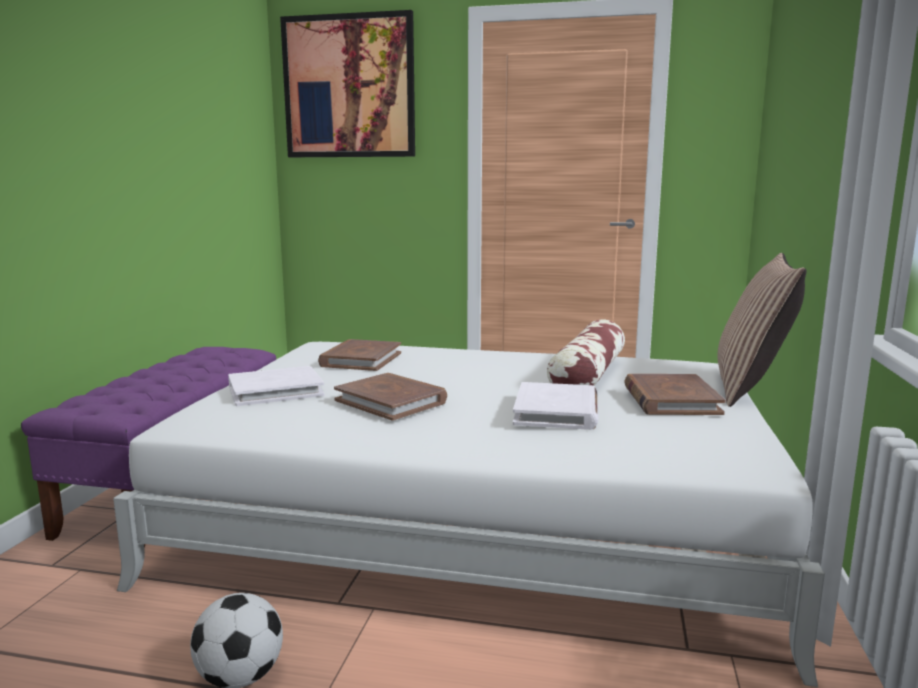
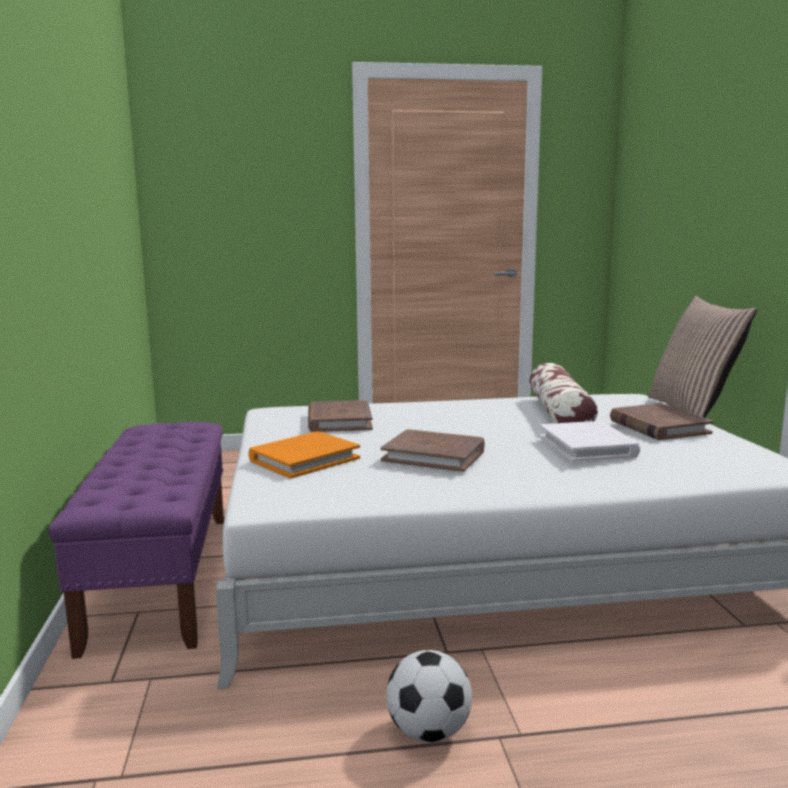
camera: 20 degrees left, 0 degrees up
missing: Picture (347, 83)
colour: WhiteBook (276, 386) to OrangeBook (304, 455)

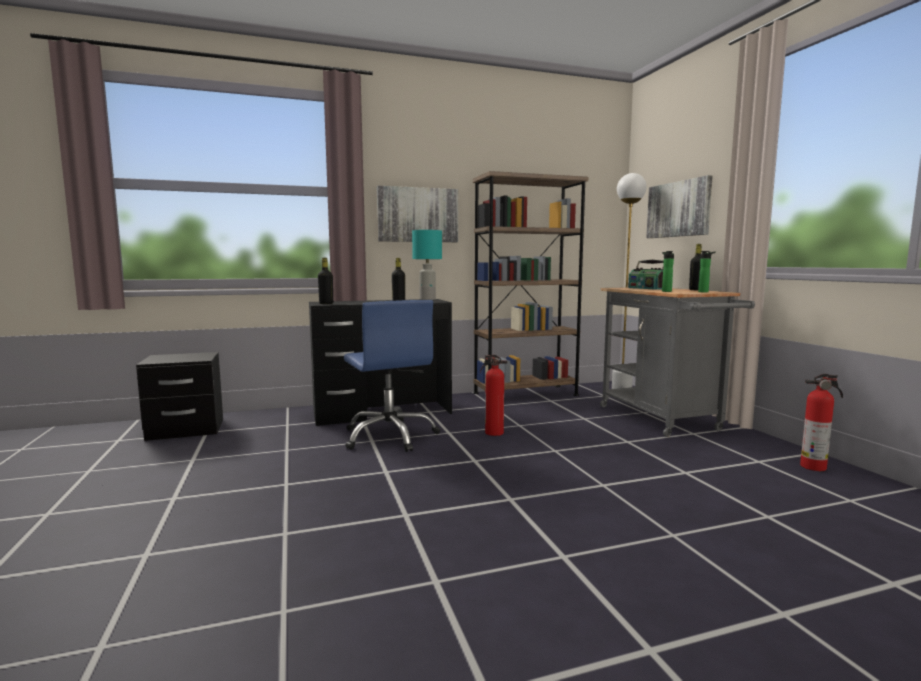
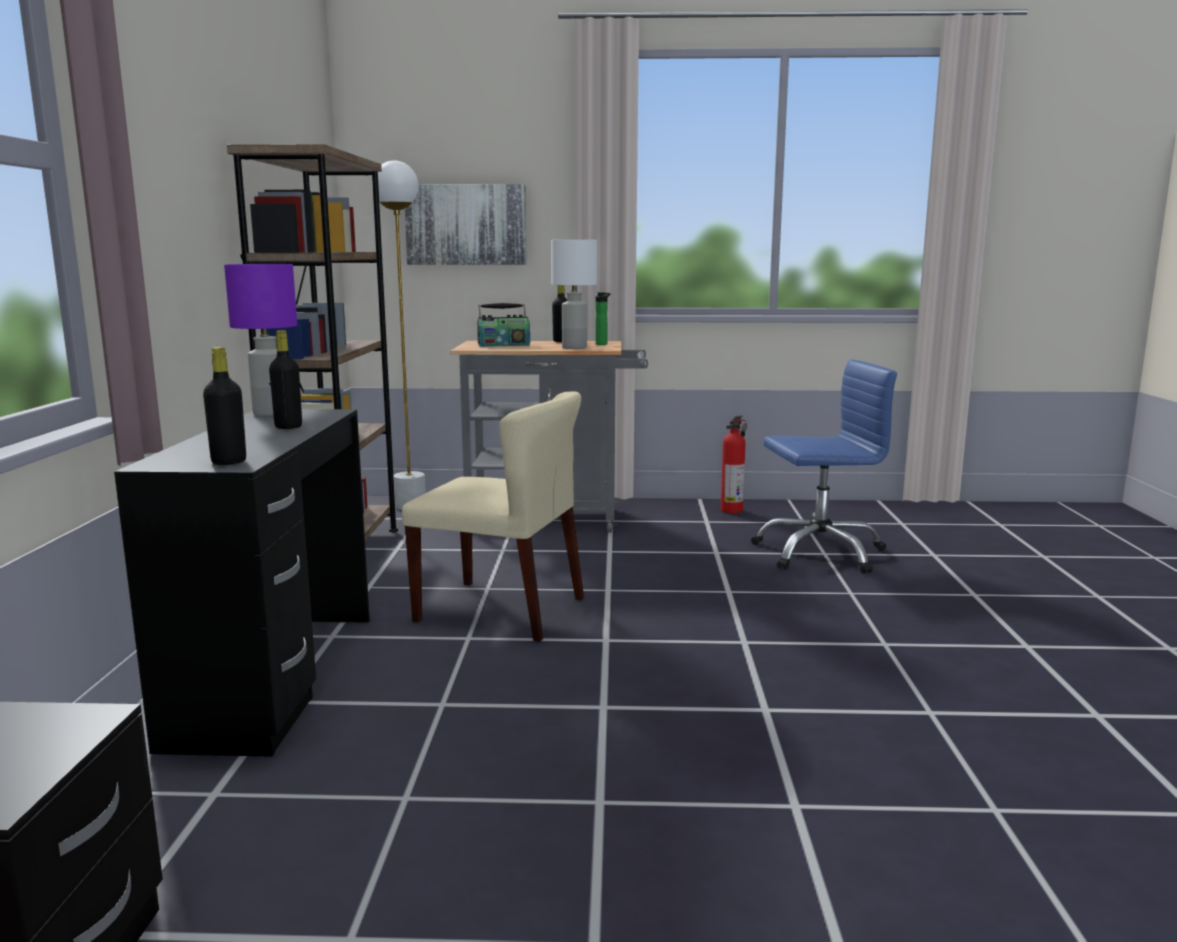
camera: 70 degrees left, 5 degrees up
missing: Picture (417, 214)
relocated: BlueOfficeChair (392, 376) to (824, 467)
exchanged: FireExtinguisher (493, 395) to BeigeChair (493, 516); Bottle (668, 271) to WhiteTableLamp (574, 294)
colour: TurquoiseTableLamp (427, 265) to PurpleTableLamp (260, 340)

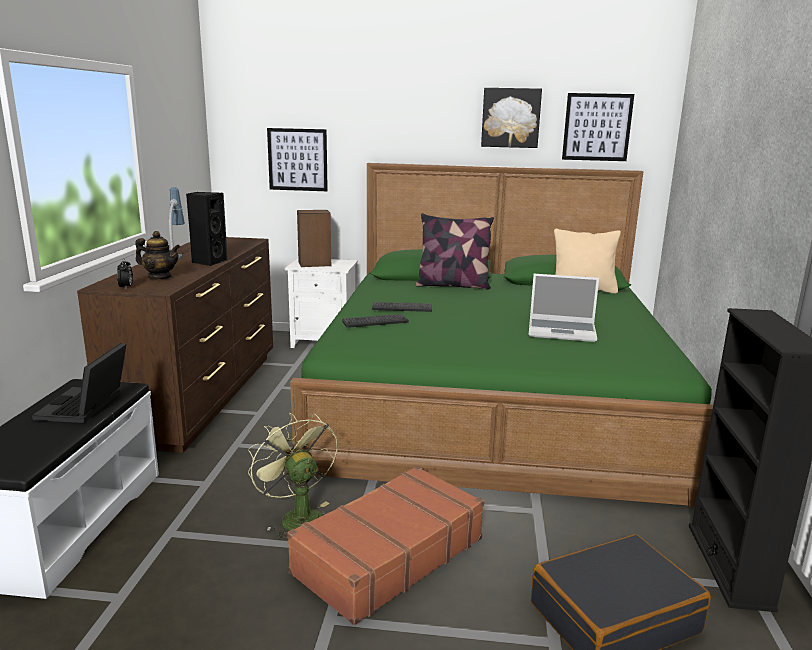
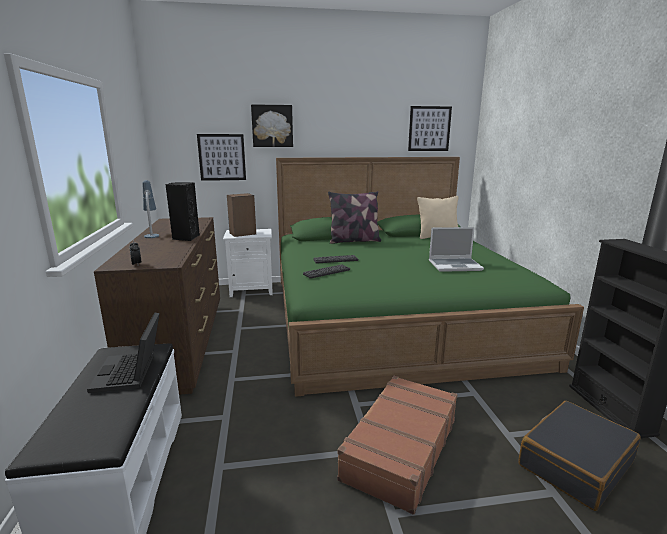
camera: 15 degrees left, 0 degrees up
missing: Teapot (158, 255); GreenFan (293, 476)
relocated: Picture (511, 118) to (272, 125)

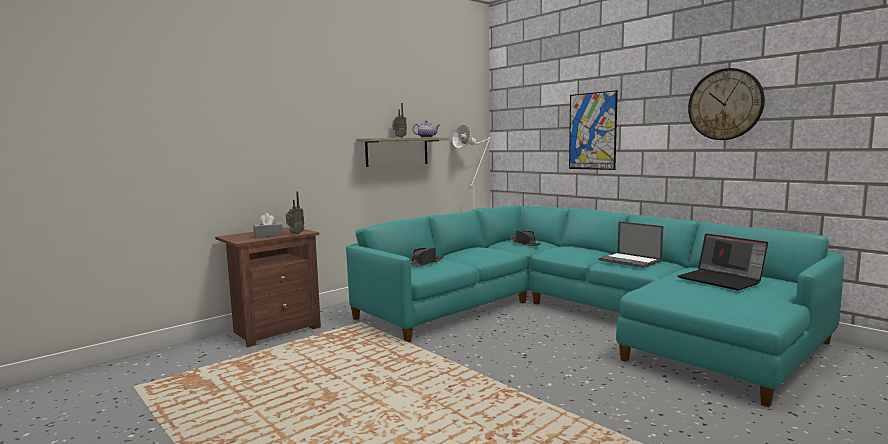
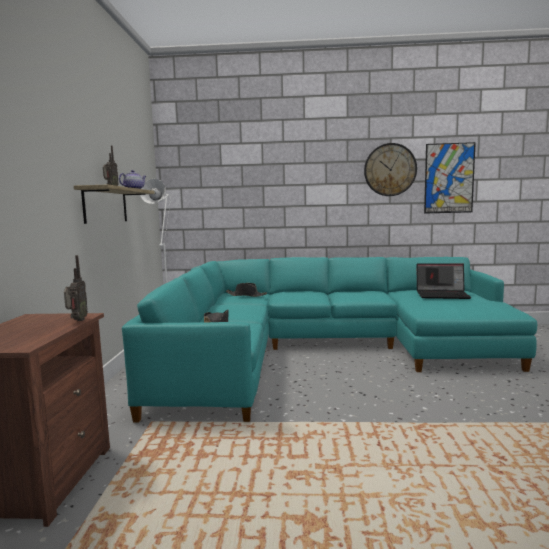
camera: 45 degrees left, 0 degrees up
missing: GreyTissueBox (268, 225); Laptop (631, 244)
relocated: Picture (593, 130) to (450, 178)

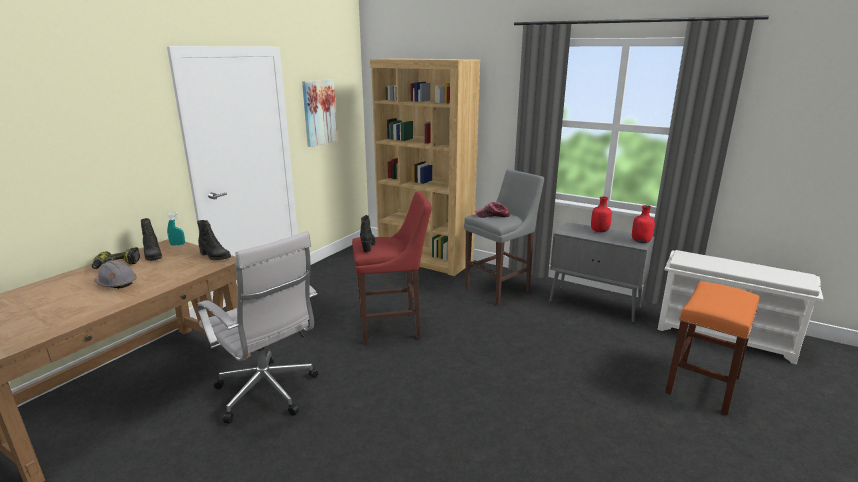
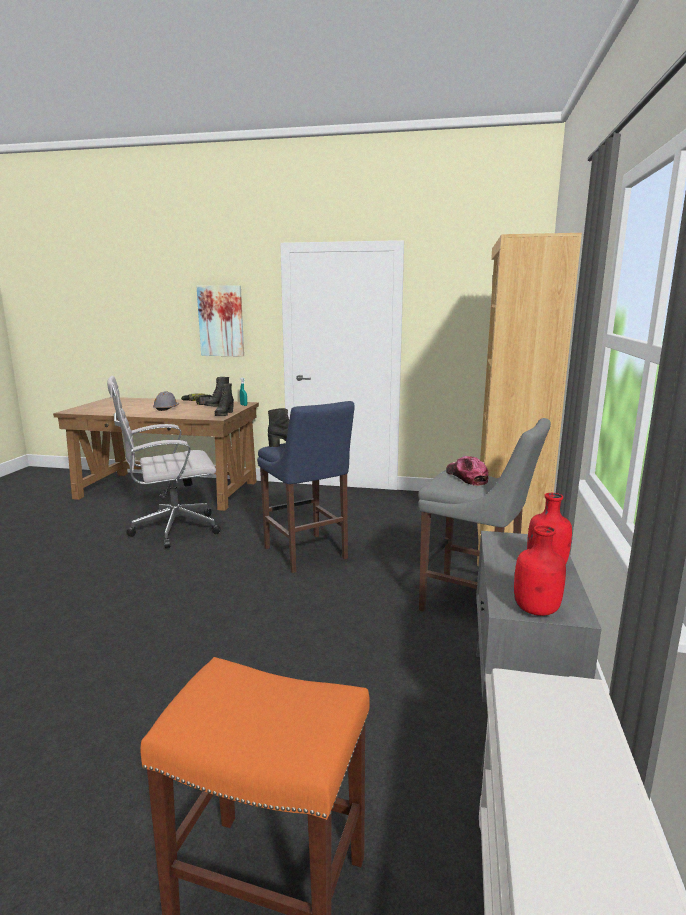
camera: 70 degrees right, 5 degrees down
relocated: Picture (320, 113) to (220, 321)
colour: RedStool (392, 268) to BlueStool (306, 487)
spun: WhiteOfficeChair (258, 327) = (164, 462) 45 degrees clockwise

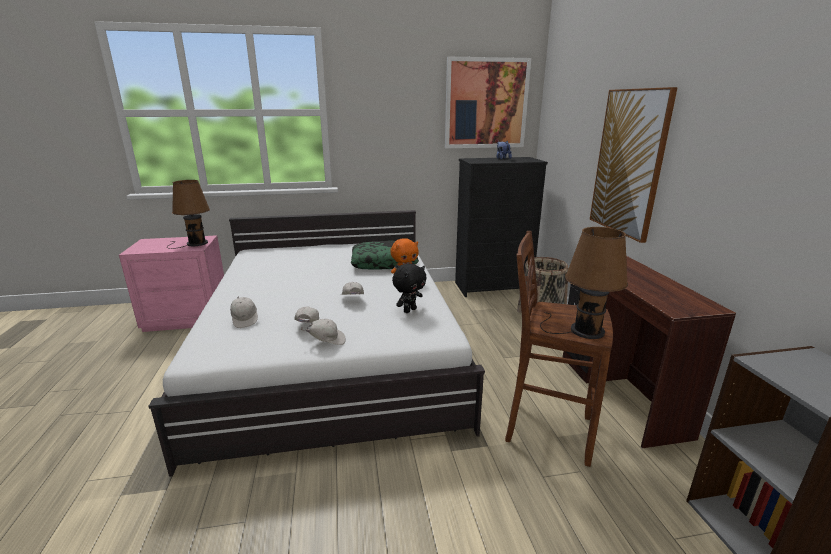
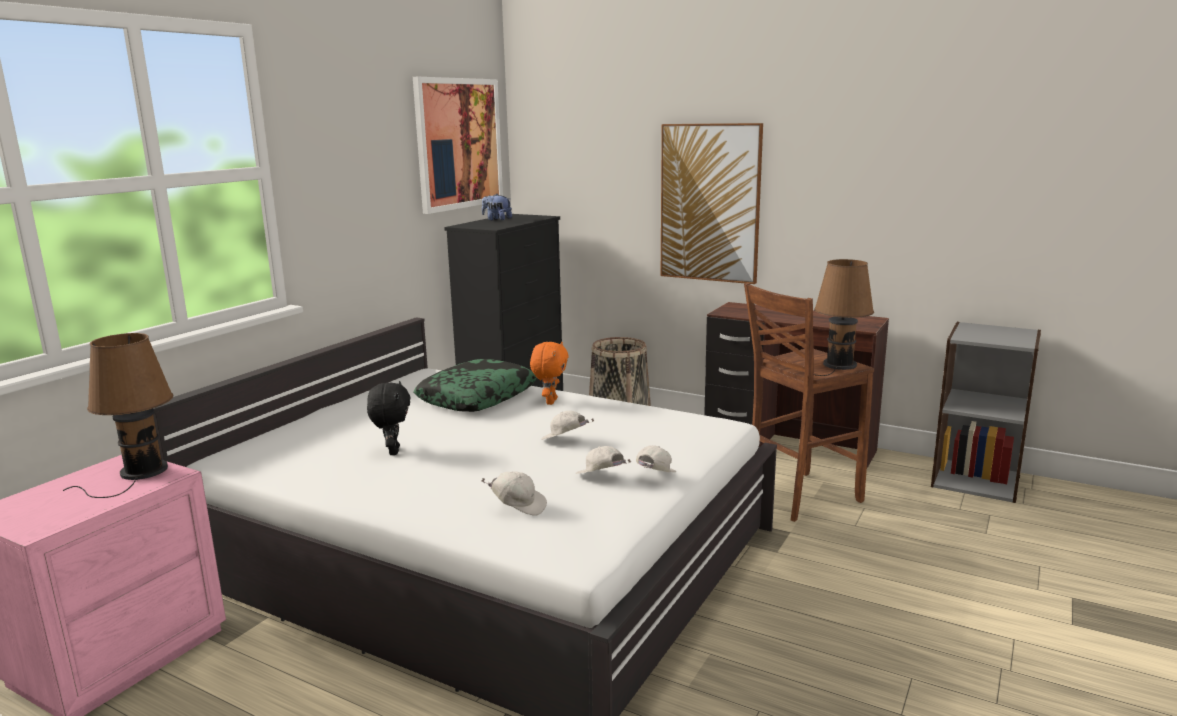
camera: 50 degrees left, 5 degrees down
relocated: BlackPlushToy (409, 288) to (389, 418)

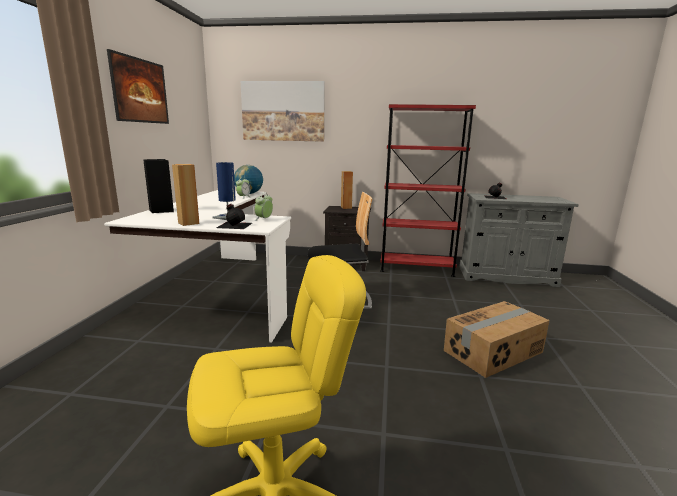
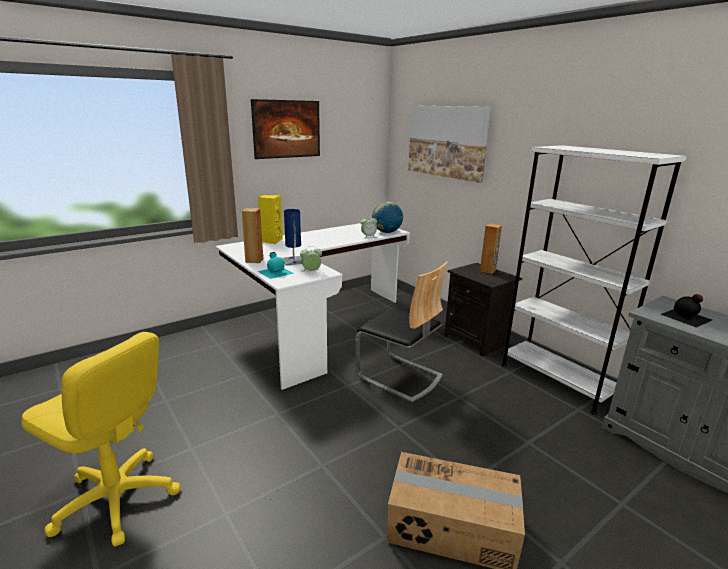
camera: 45 degrees right, 5 degrees up
colour: BlackBottle (234, 216) to TurquoiseBottle (275, 265); BlackSpeaker (158, 186) to YellowSpeaker (270, 219); RedBookcase (428, 190) to WhiteBookcase (594, 280)

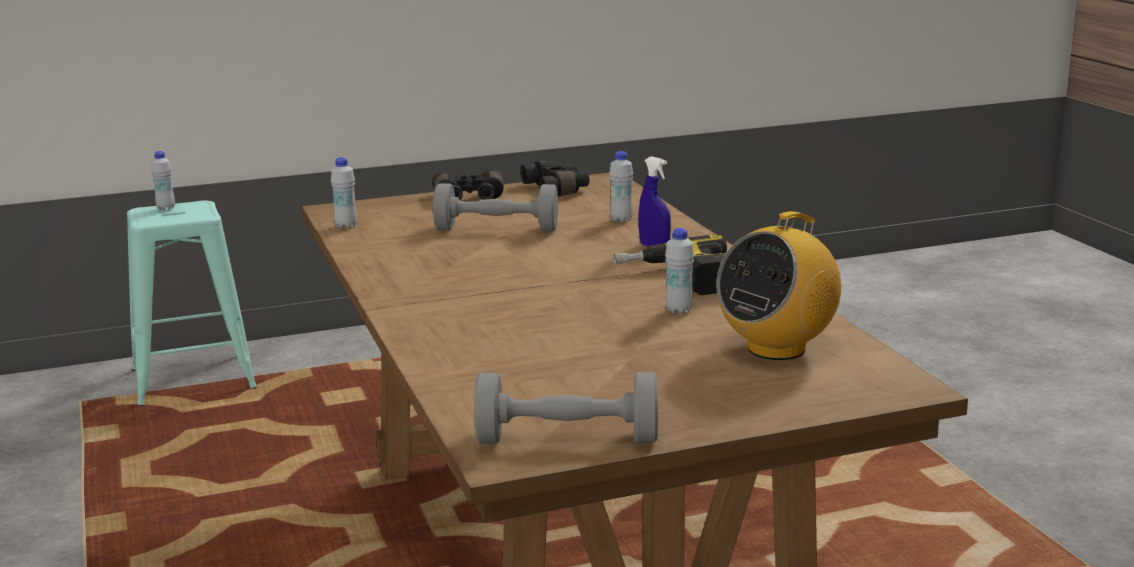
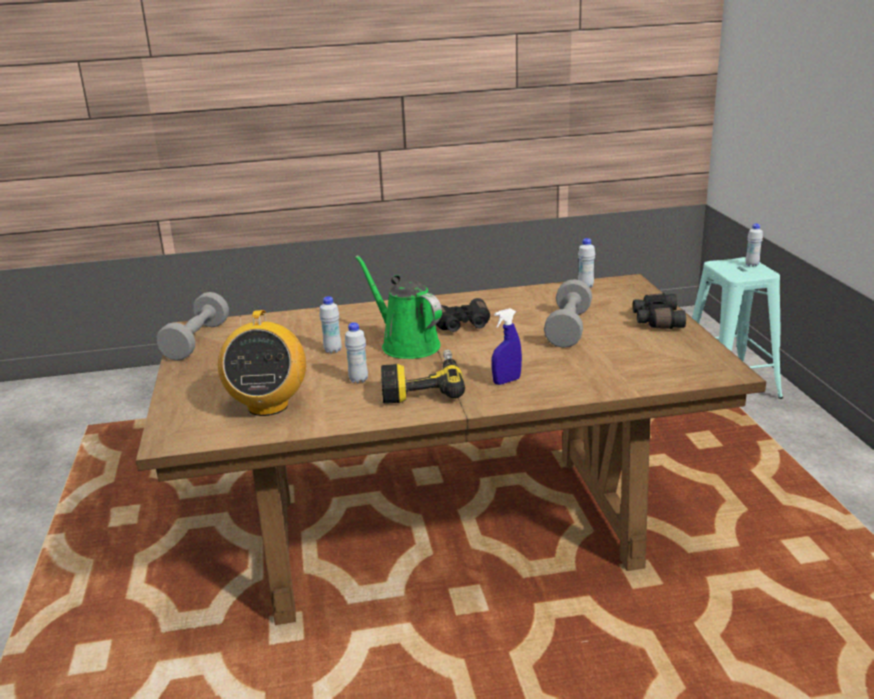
camera: 100 degrees right, 5 degrees up
appeared: GreenWateringCan (398, 307)
relocated: WhiteBottle (621, 186) to (330, 324); BlackBinoculars (554, 179) to (460, 315)
spun: Radio (778, 285) = (262, 363) 150 degrees counterclockwise

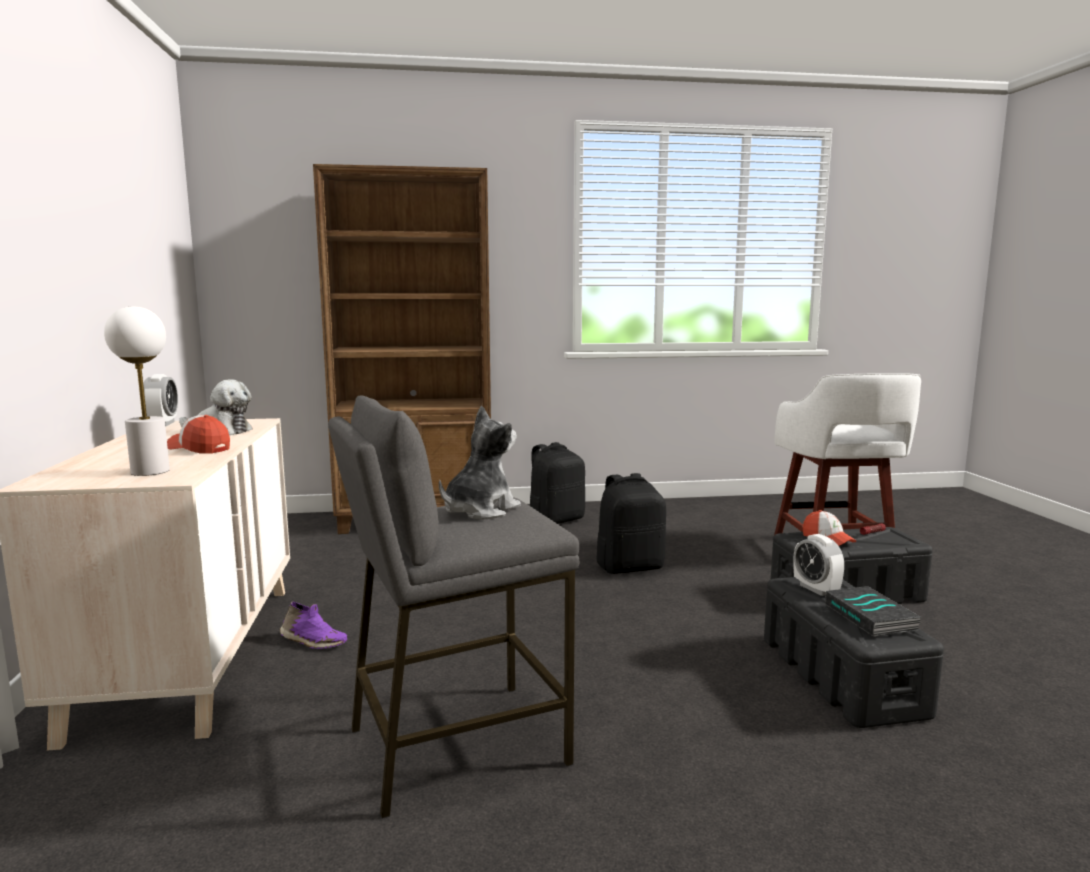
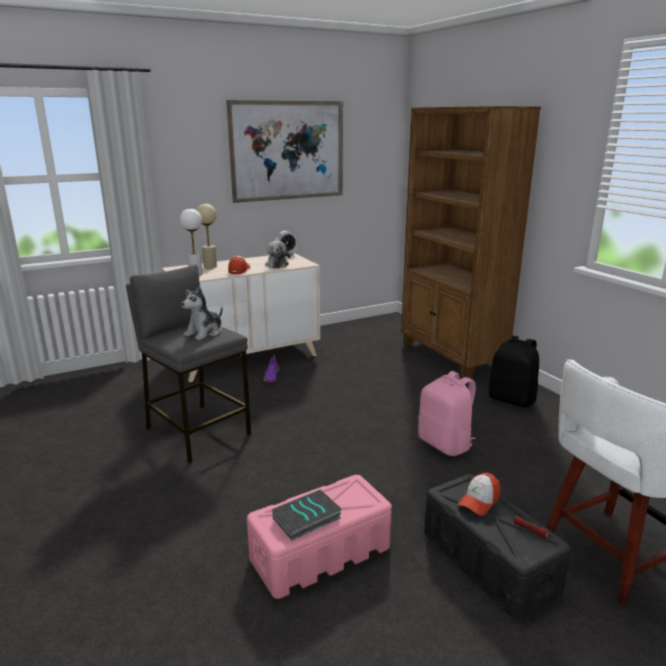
camera: 70 degrees right, 10 degrees up
missing: AlarmClock (818, 565)
appeared: BeigeTableLamp (206, 236); Picture (284, 151)
colour: BlackStorageBox (854, 652) to PinkStorageBox (319, 537); BlackBackpack (631, 523) to PinkBackpack (447, 413)
spun: PlushToy (480, 463) = (202, 312) 105 degrees clockwise

